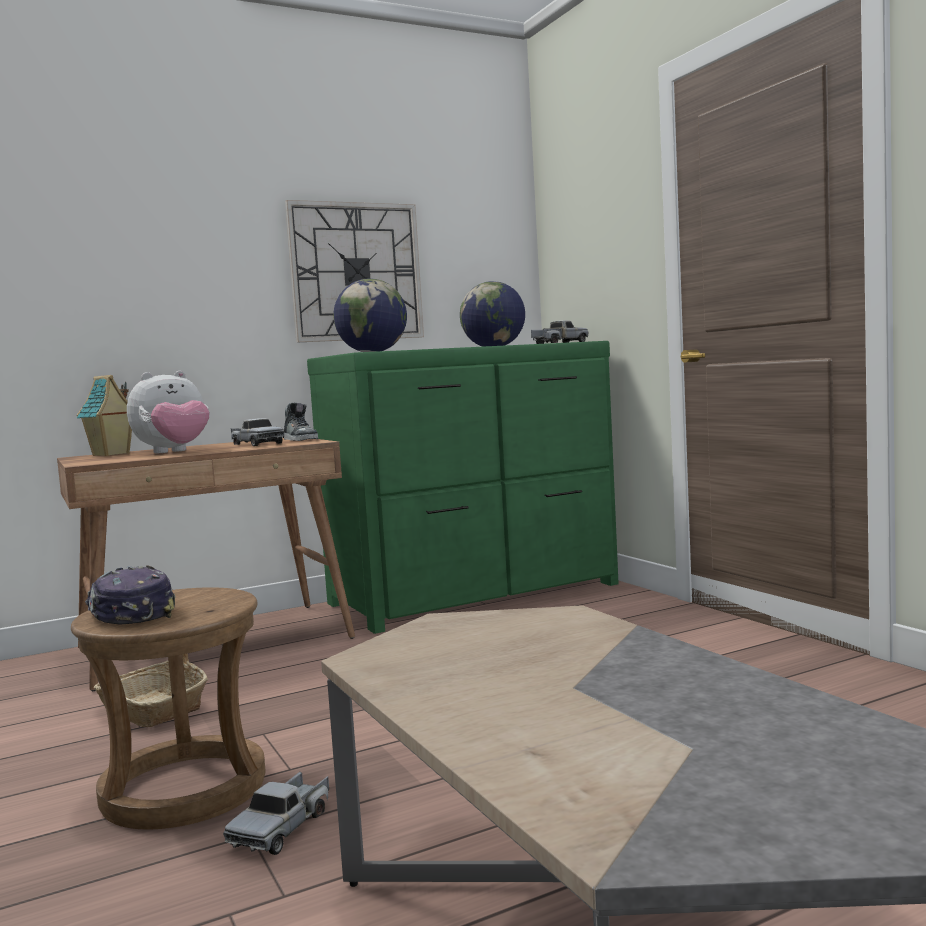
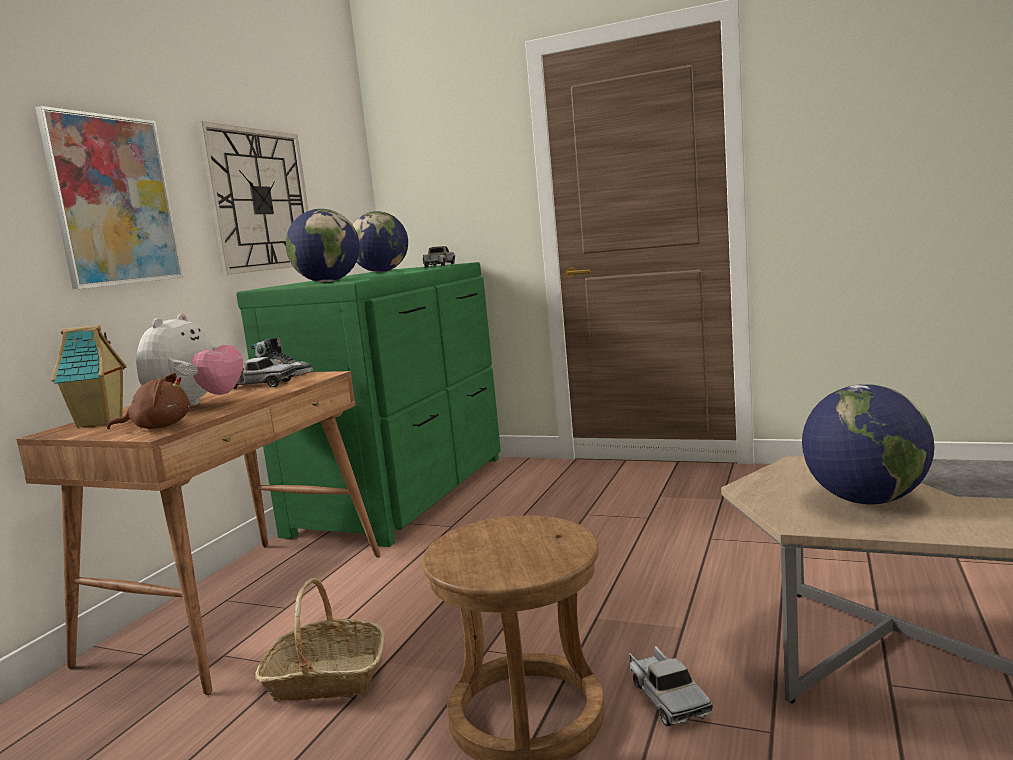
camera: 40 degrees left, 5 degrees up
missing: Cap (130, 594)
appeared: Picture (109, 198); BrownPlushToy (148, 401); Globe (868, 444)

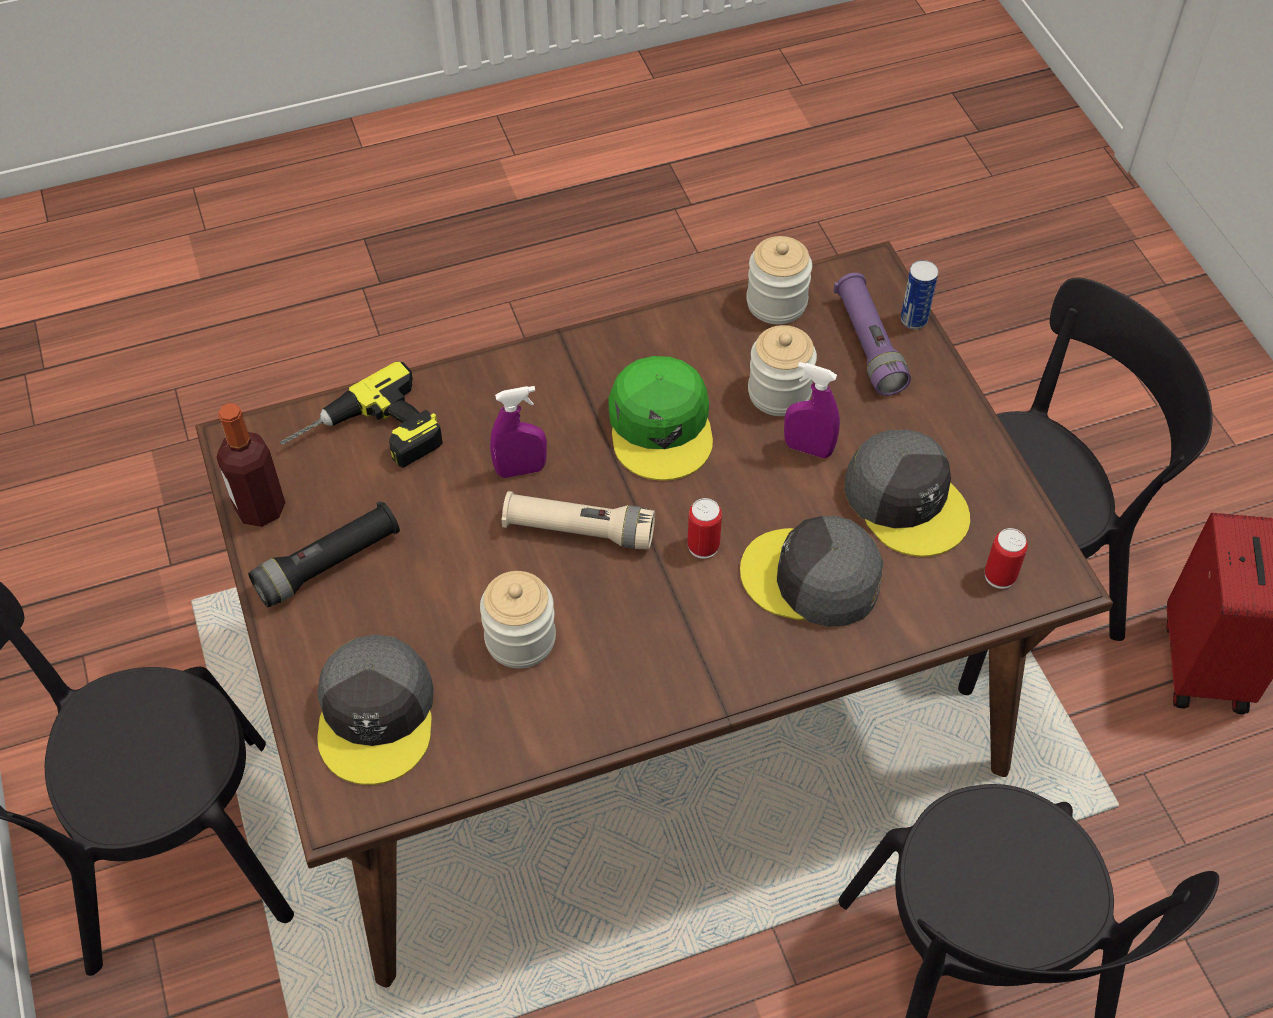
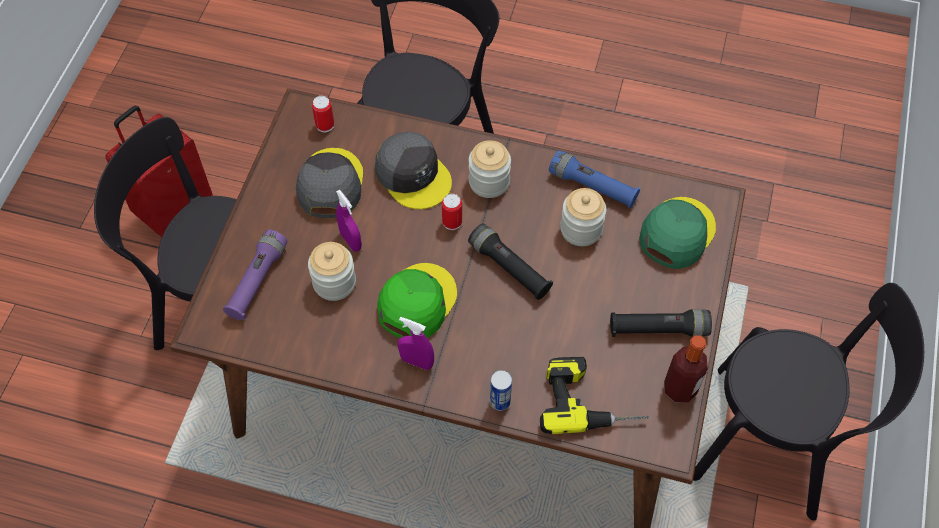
camera: 145 degrees left, 5 degrees up
appeared: BlueFlashlight (594, 179)
relocated: PurpleSprayBottle (518, 432) to (416, 343); Jar (779, 280) to (490, 169); Can (919, 295) to (501, 390)
colour: BeigeFlashlight (578, 520) to BlackFlashlight (510, 262); GreyCap (375, 710) to GreenCap (677, 233)

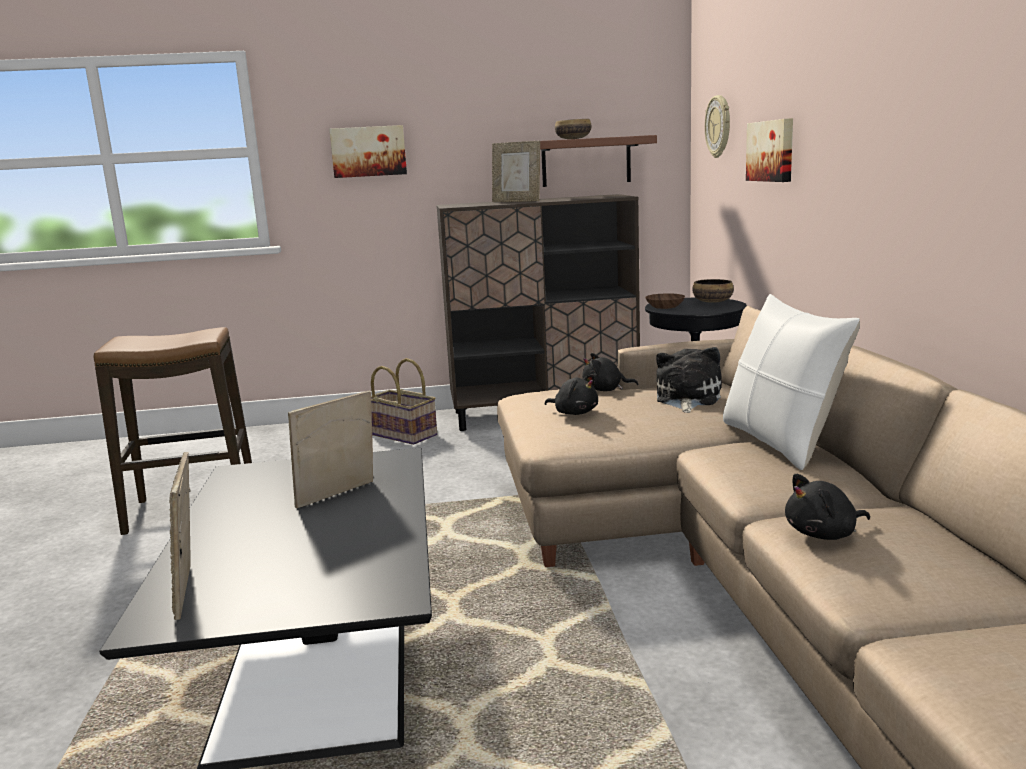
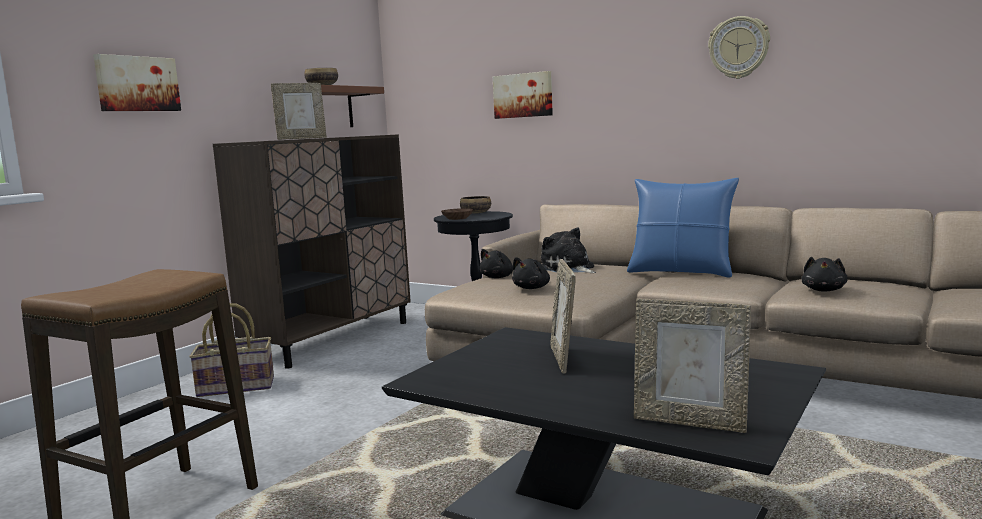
camera: 50 degrees left, 5 degrees down
relocated: WallClock (717, 126) to (739, 47)
colour: WhitePillow (791, 382) to BluePillow (683, 228)
spun: BlackPlushToy (571, 394) = (531, 273) 135 degrees clockwise

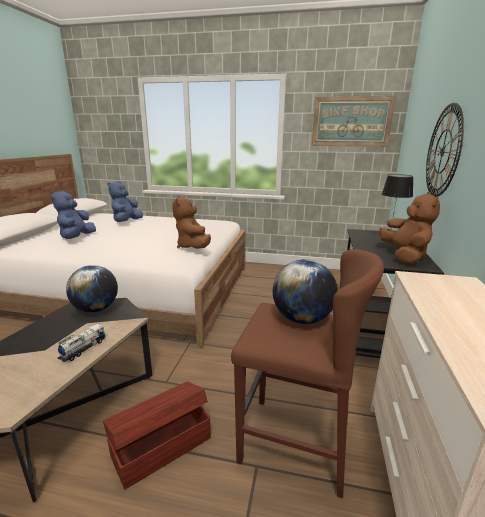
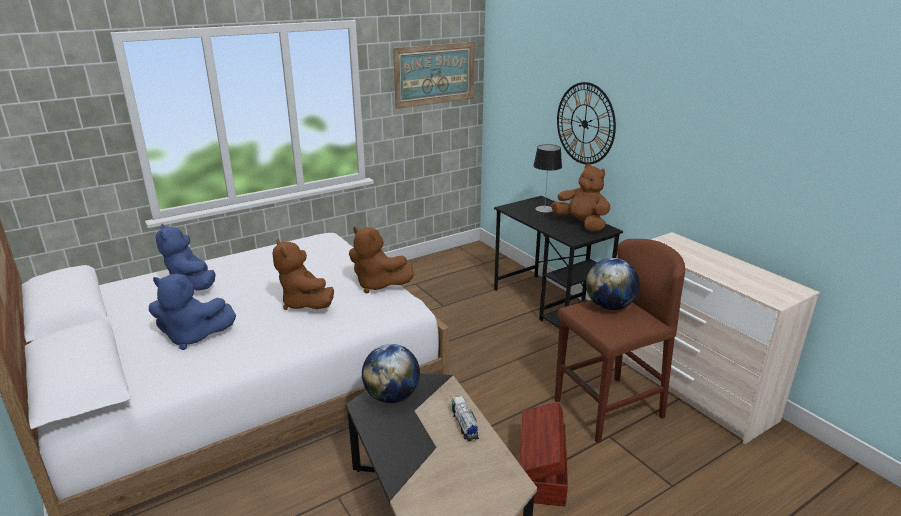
camera: 45 degrees left, 5 degrees up
appeared: BrownPlushToy (303, 274)
spun: BluePlushToy (73, 214) = (192, 312) 45 degrees counterclockwise

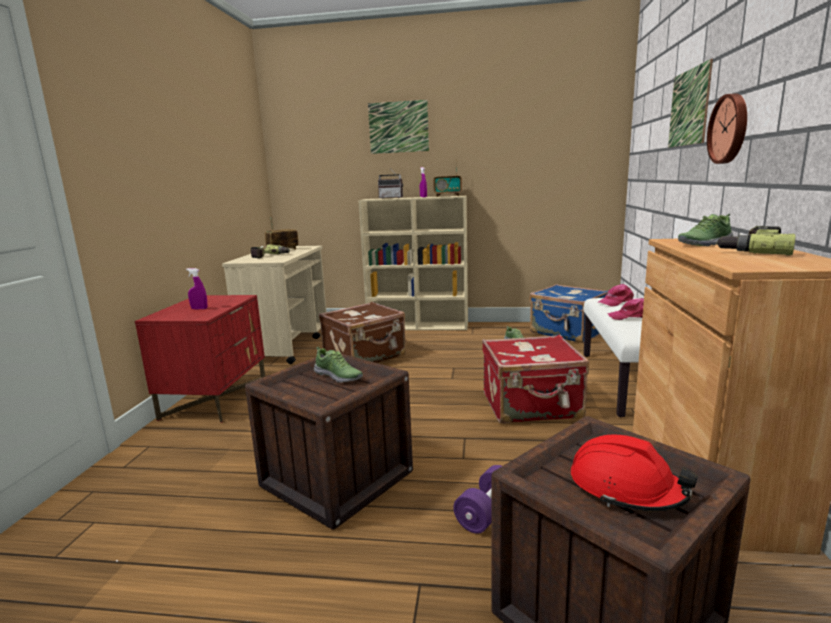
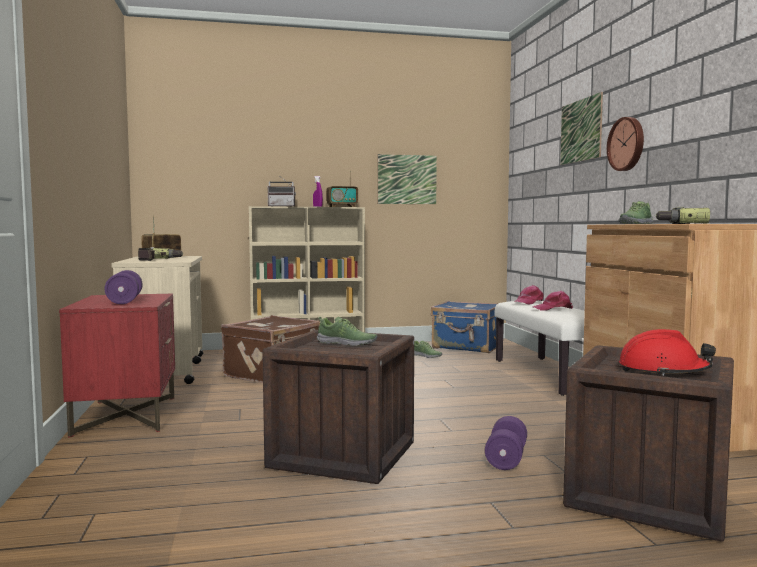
camera: 20 degrees left, 10 degrees down
missing: RedSuitcase (535, 378)
relocated: Picture (398, 127) to (407, 179)
exchanged: PurpleSprayBottle (197, 288) to PurpleDumbbell (124, 287)

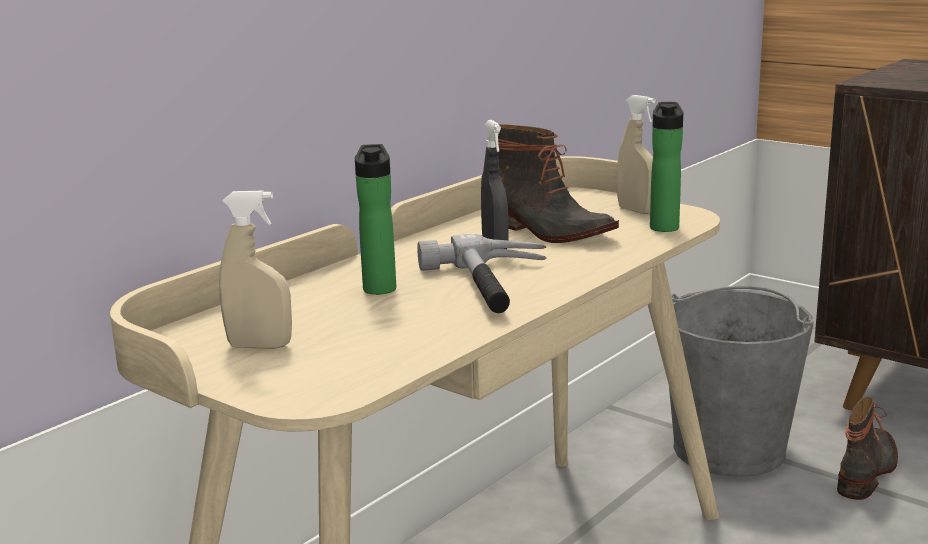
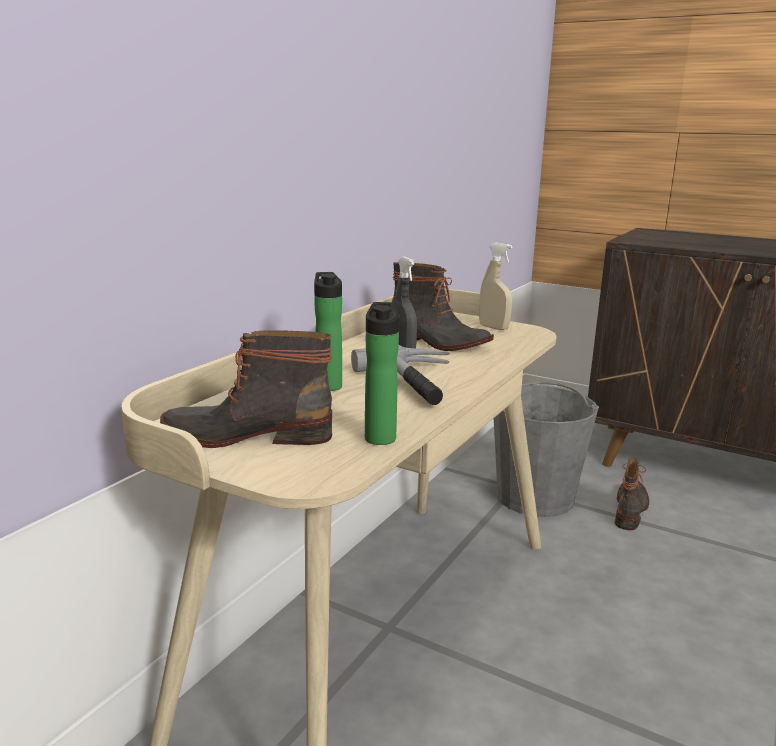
camera: 10 degrees left, 0 degrees up
relocated: Bottle (666, 167) to (382, 373)
exchanged: BeigeSprayBottle (255, 269) to Boot (246, 389)

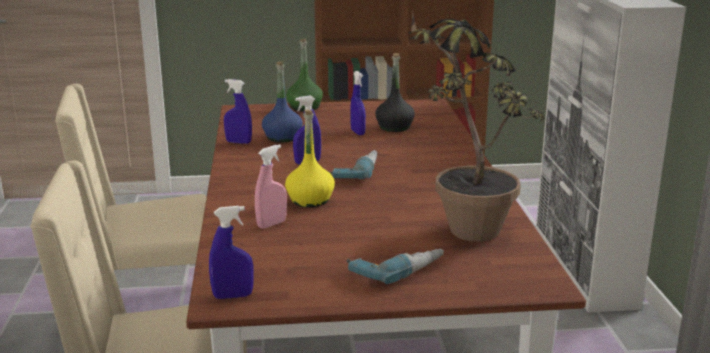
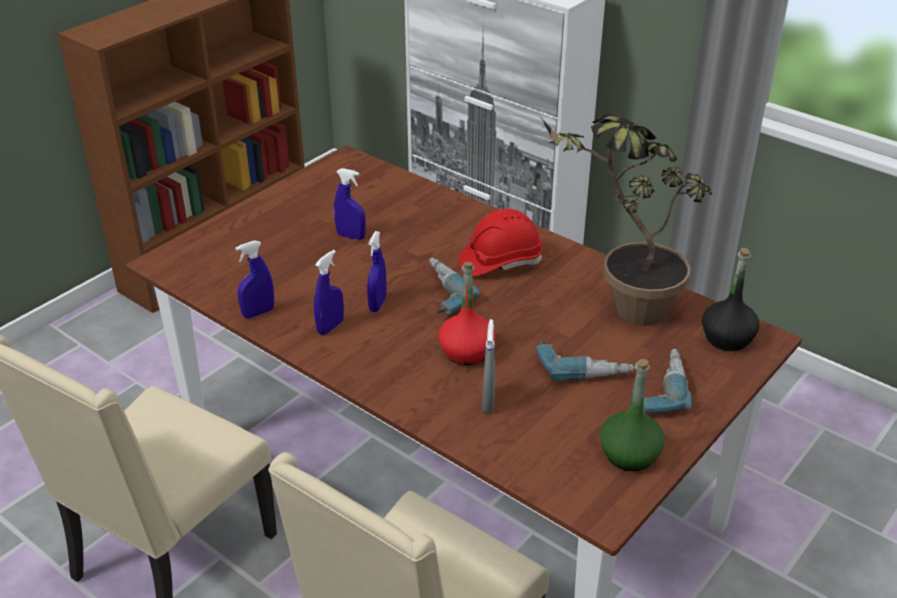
camera: 45 degrees left, 15 degrees up
missing: BlueBottle (282, 101)
appeared: RedHardHat (501, 242); PowerDrill (586, 360)
relocated: BlueSprayBottle (231, 252) to (329, 292); GreenBottle (304, 75) to (632, 415); BlackBottle (395, 92) to (731, 299)
colour: YellowBottle (310, 158) to RedBottle (467, 314); PinkSprayBottle (271, 186) to GreySprayBottle (488, 366)

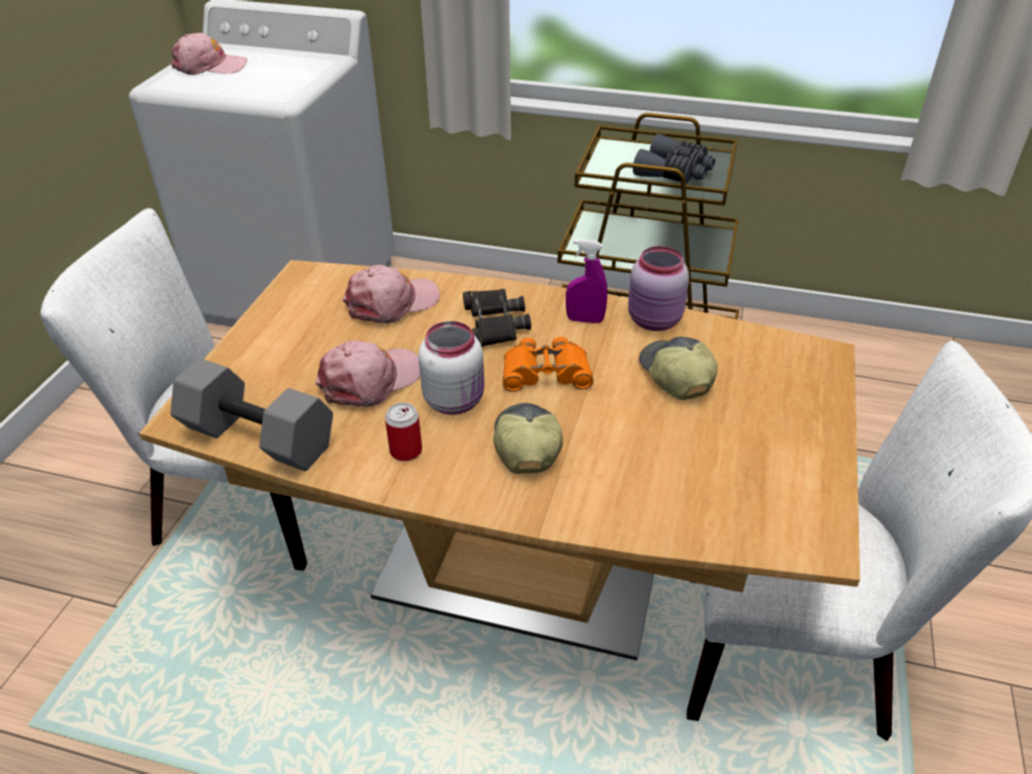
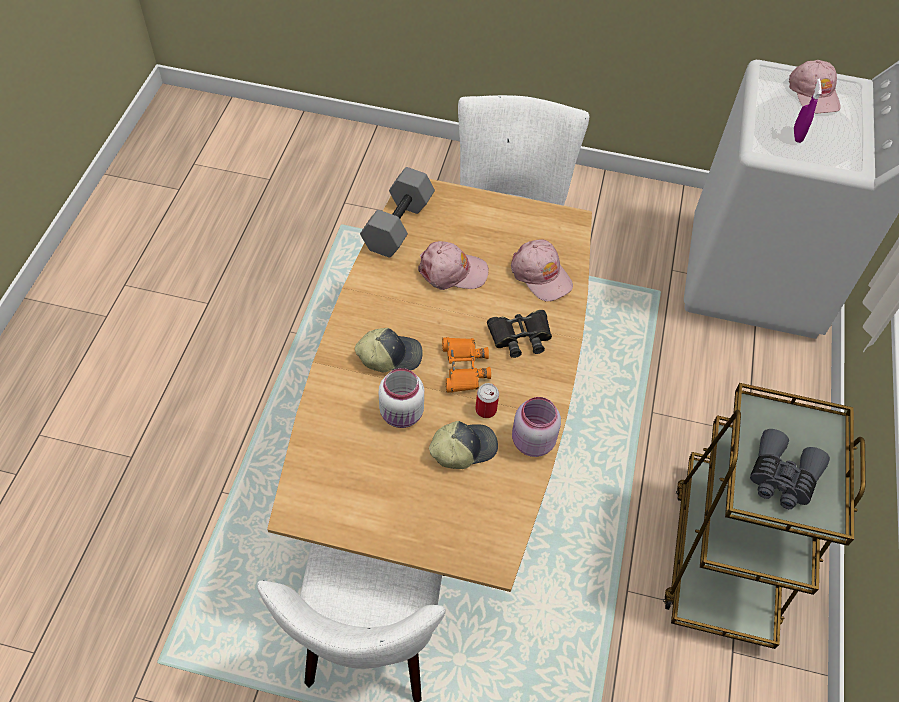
camera: 85 degrees right, 15 degrees up
relocated: WhiteJar (451, 368) to (401, 398); Can (403, 431) to (487, 400); PurpleSprayBottle (586, 281) to (808, 110)
spun: PinkCap (368, 373) = (453, 265) 45 degrees counterclockwise

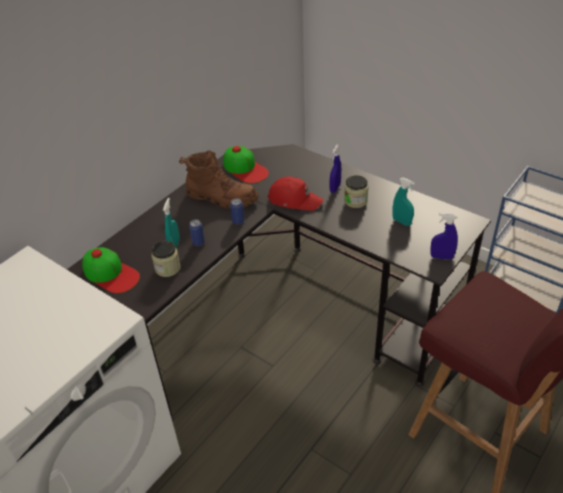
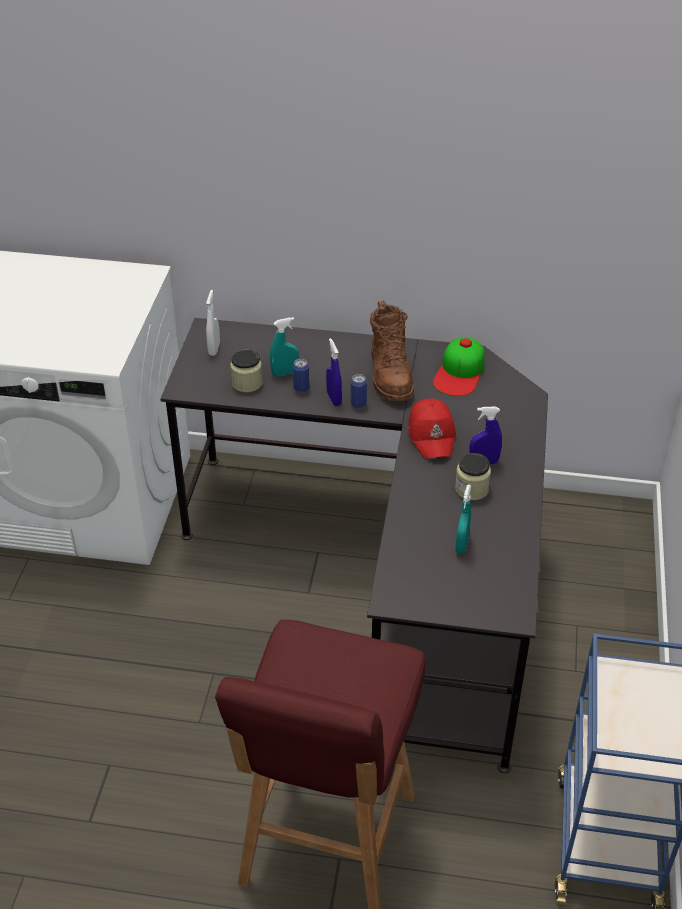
camera: 60 degrees right, 0 degrees up
relocated: BlueSprayBottle (444, 236) to (334, 372)
exchanged: Cap (111, 270) to WhiteSprayBottle (213, 323)

